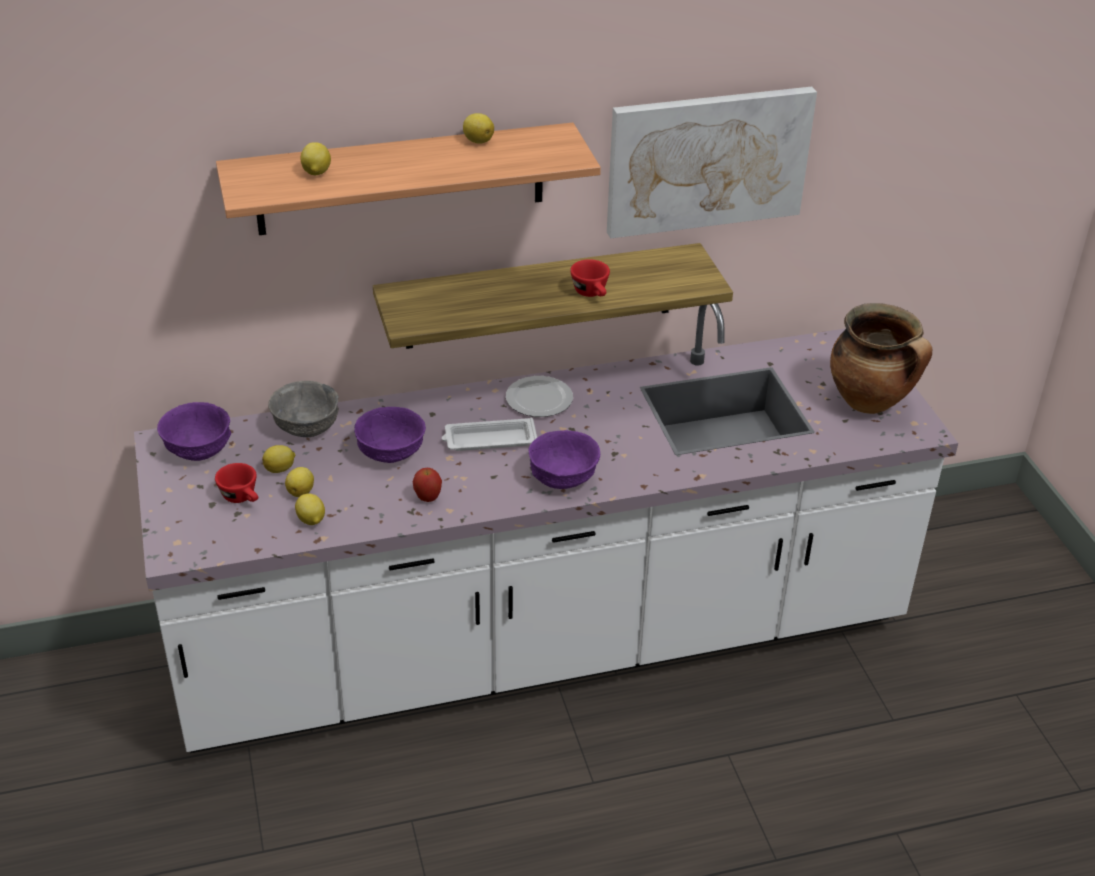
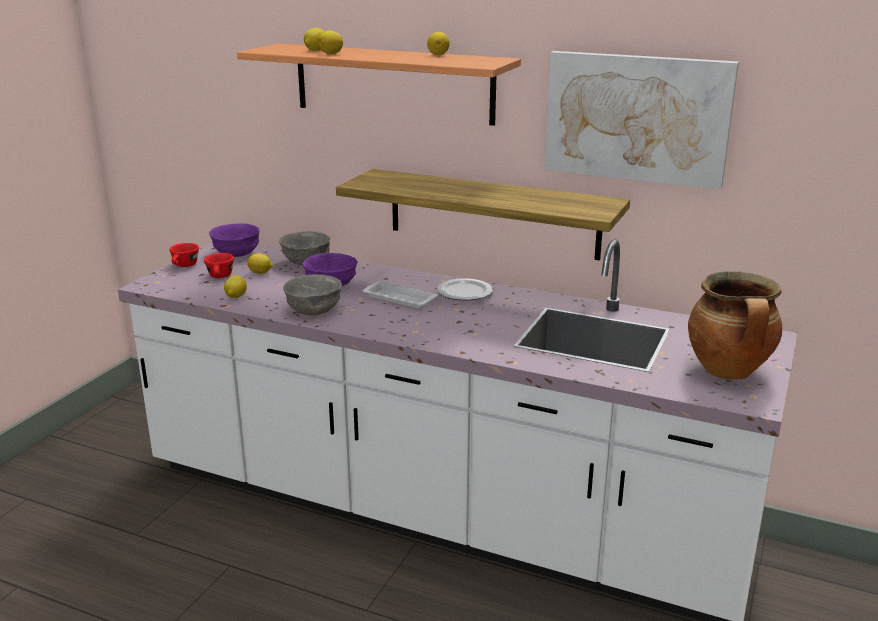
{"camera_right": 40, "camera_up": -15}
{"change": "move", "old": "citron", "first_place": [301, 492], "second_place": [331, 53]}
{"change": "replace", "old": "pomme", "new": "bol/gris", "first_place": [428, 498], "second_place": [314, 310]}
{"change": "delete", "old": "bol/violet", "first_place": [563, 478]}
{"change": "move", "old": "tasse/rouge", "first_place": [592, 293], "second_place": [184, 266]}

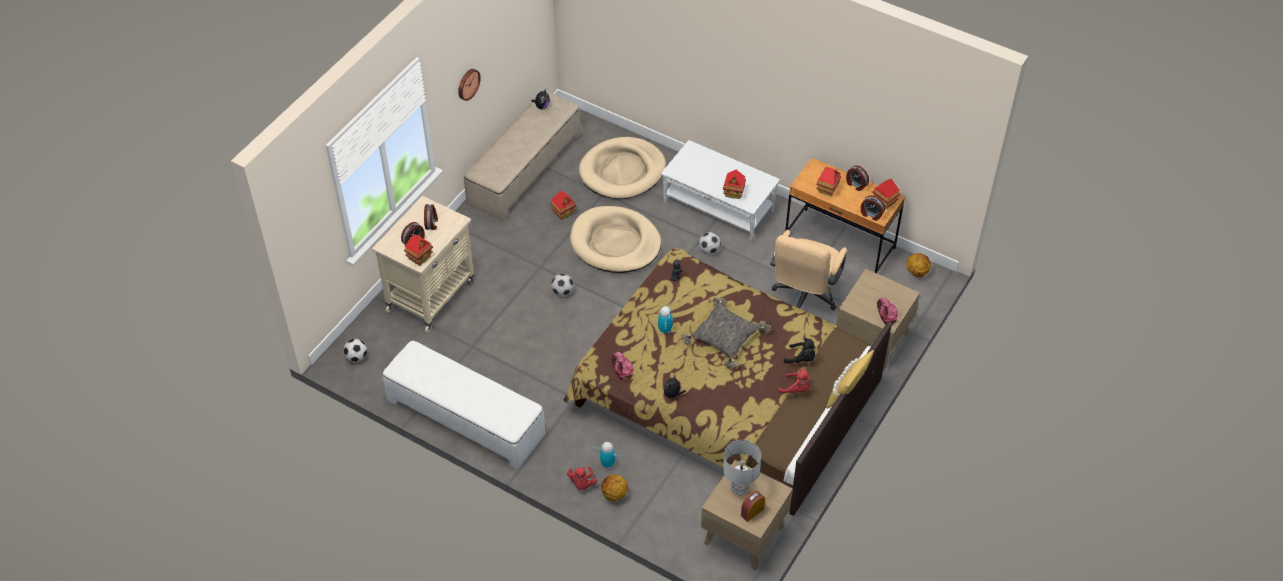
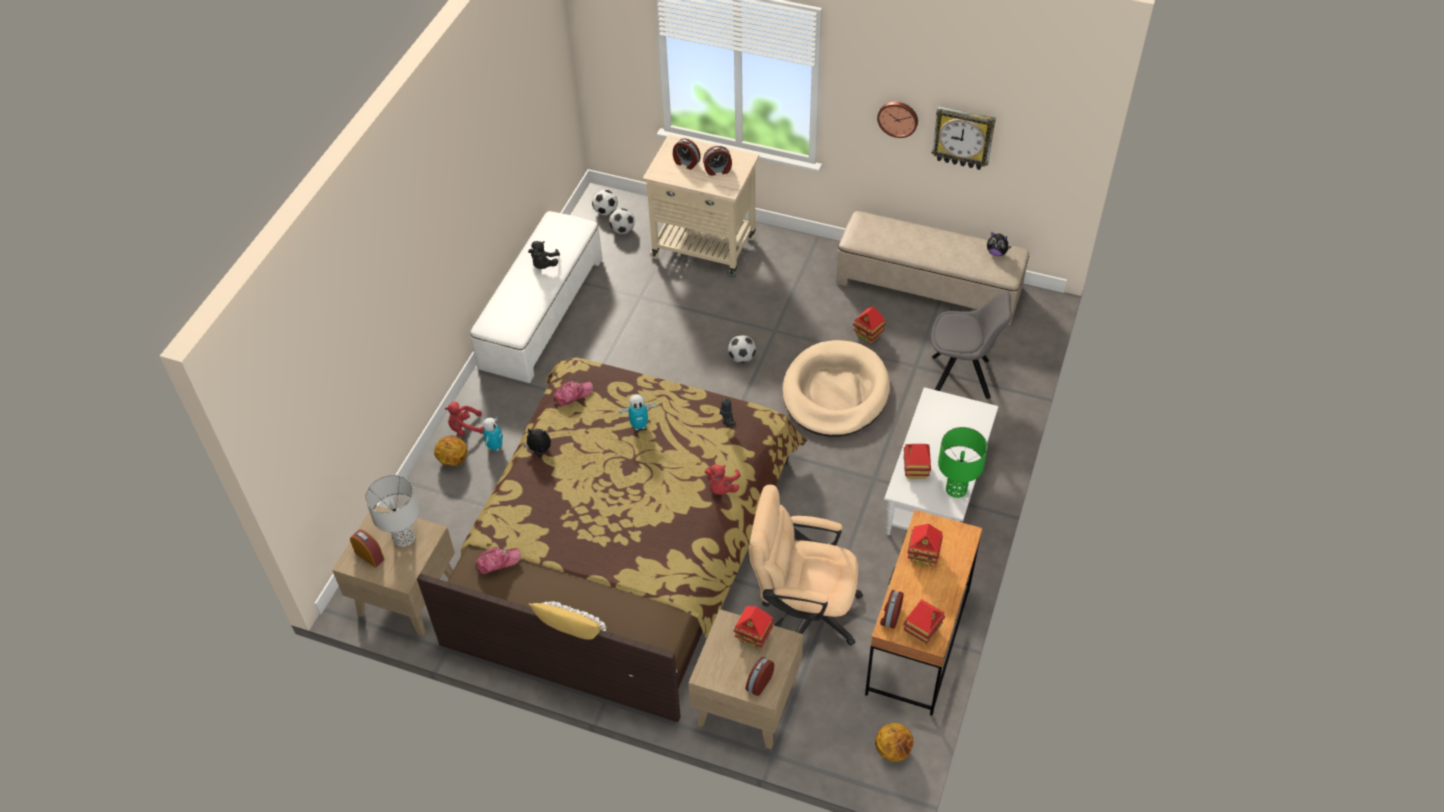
{"camera_right": 80, "camera_up": 0}
{"change": "move", "old": "maison miniature", "first_place": [420, 257], "second_place": [754, 636]}
{"change": "replace", "old": "panier pour chien/beige", "new": "chaise/gris", "first_place": [622, 171], "second_place": [961, 378]}
{"change": "delete", "old": "coussin", "first_place": [725, 336]}
{"change": "move", "old": "ballon de foot", "first_place": [709, 250], "second_place": [622, 230]}
{"change": "move", "old": "peluche/rouge", "first_place": [796, 389], "second_place": [721, 487]}
{"change": "move", "old": "peluche/noir", "first_place": [801, 358], "second_place": [544, 265]}
{"change": "move", "old": "réveil", "first_place": [856, 185], "second_place": [758, 682]}
{"change": "move", "old": "casquette", "first_place": [886, 313], "second_place": [497, 562]}
{"change": "insert", "new": "horloge murale", "second_place": [963, 137]}
{"change": "insert", "new": "lampe de table/vert", "second_place": [956, 488]}

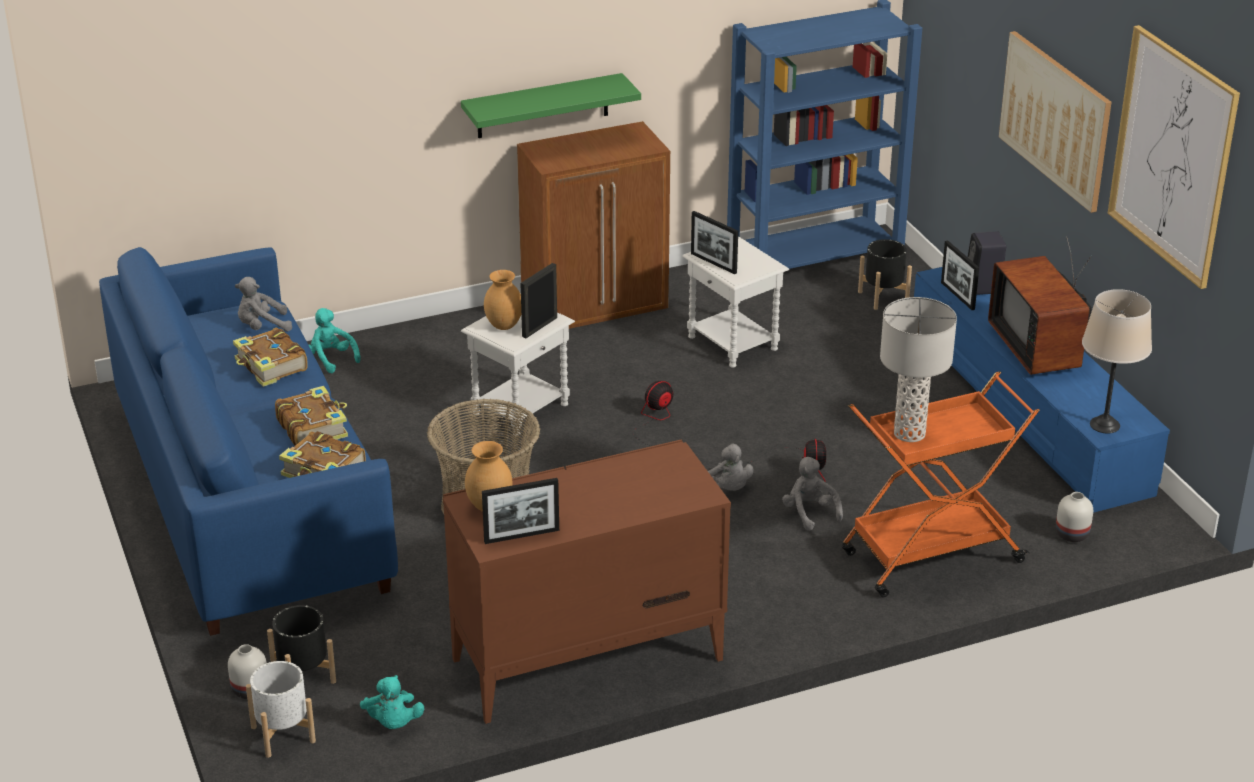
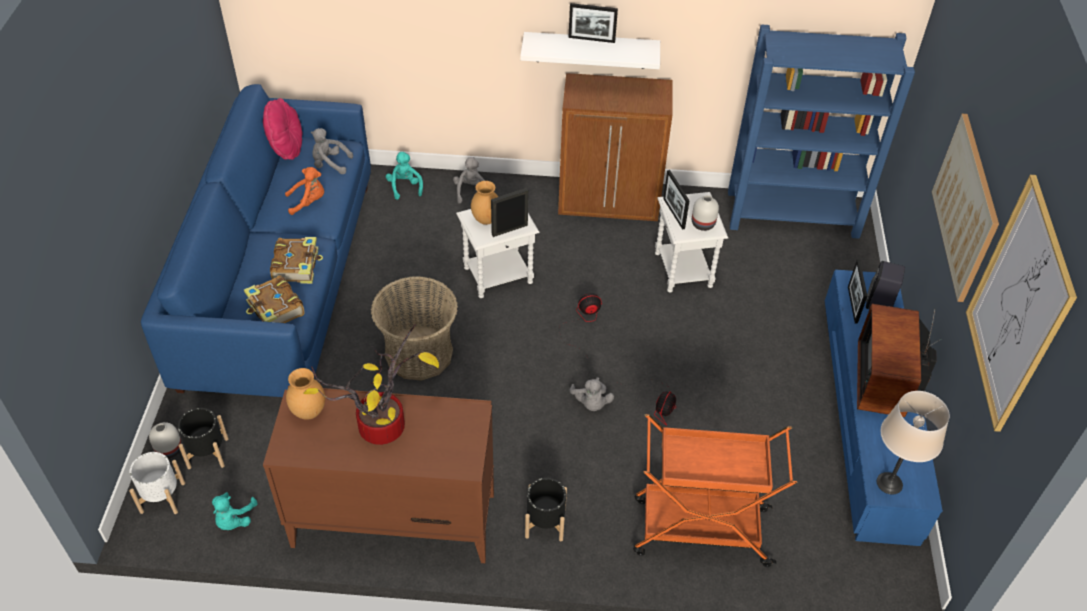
{"camera_right": 25, "camera_up": 15}
{"change": "replace", "old": "livre", "new": "peluche/orange", "first_place": [271, 366], "second_place": [308, 202]}
{"change": "recolor", "old": "étagère/vert", "new": "étagère/blanc", "first_place": [542, 106], "second_place": [591, 50]}
{"change": "move", "old": "cadre photo", "first_place": [521, 536], "second_place": [591, 39]}
{"change": "move", "old": "peluche/gris", "first_place": [809, 513], "second_place": [471, 192]}
{"change": "move", "old": "cache-pot/noir", "first_place": [883, 297], "second_place": [545, 523]}
{"change": "delete", "old": "lampe de table/blanc", "first_place": [909, 433]}
{"change": "move", "old": "vase/blanc", "first_place": [1072, 535], "second_place": [703, 224]}
{"change": "insert", "new": "coussin/rose", "second_place": [287, 149]}
{"change": "insert", "new": "plante en pot", "second_place": [383, 423]}

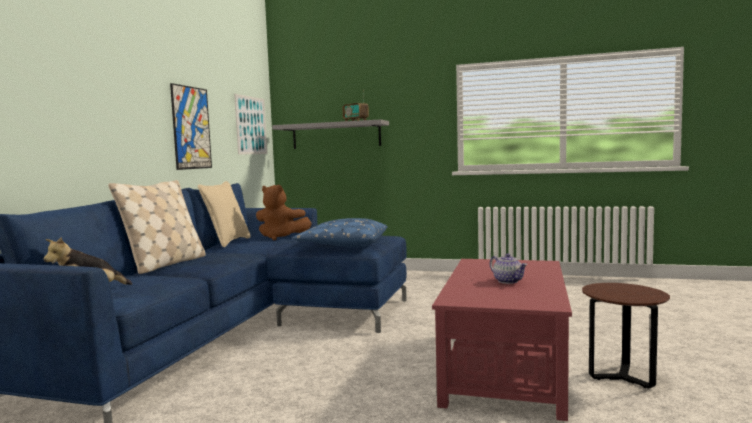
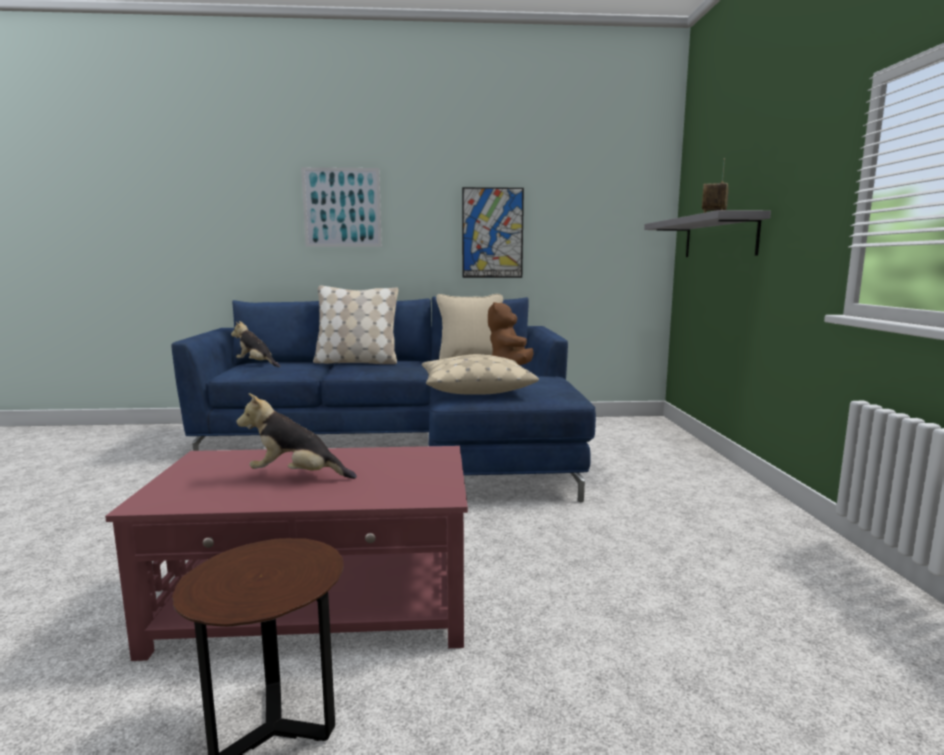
{"camera_right": 70, "camera_up": 5}
{"change": "move", "old": "tableau", "first_place": [251, 125], "second_place": [342, 207]}
{"change": "recolor", "old": "coussin/bleu", "new": "coussin/beige", "first_place": [342, 245], "second_place": [475, 388]}
{"change": "replace", "old": "théière", "new": "peluche", "first_place": [508, 281], "second_place": [297, 476]}

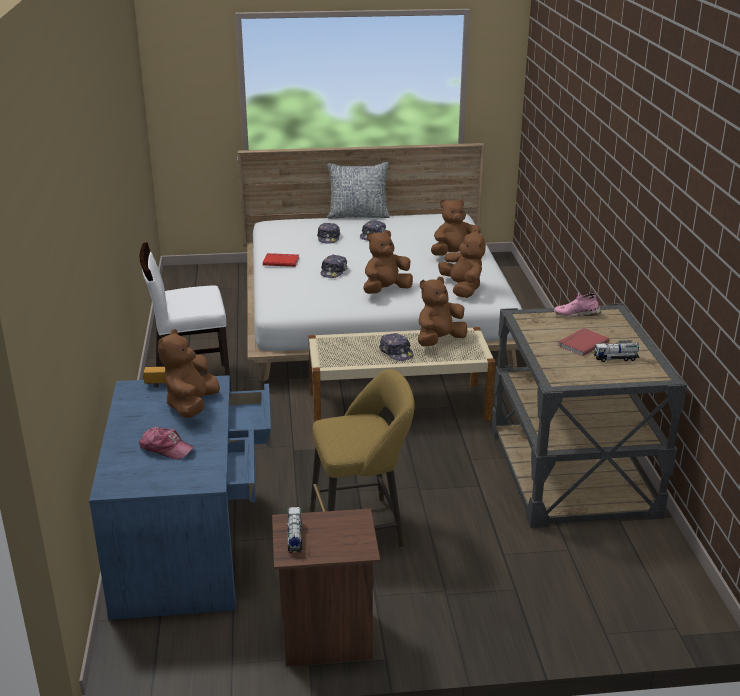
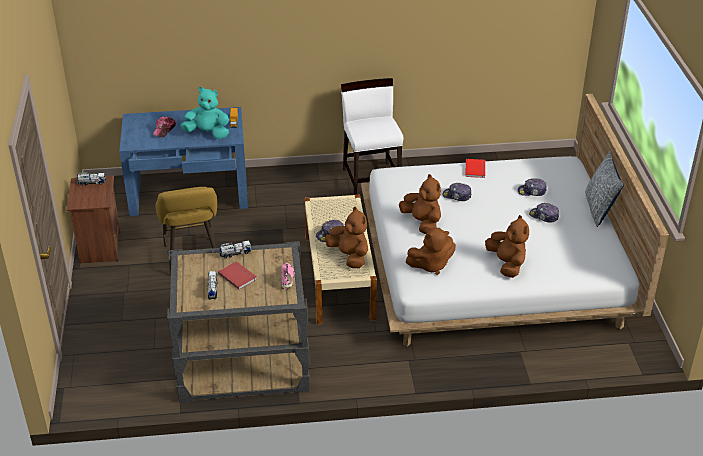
{"camera_right": 90, "camera_up": 10}
{"change": "recolor", "old": "peluche/marron", "new": "peluche/turquoise", "first_place": [191, 405], "second_place": [208, 133]}
{"change": "insert", "new": "camion jouet", "second_place": [235, 253]}

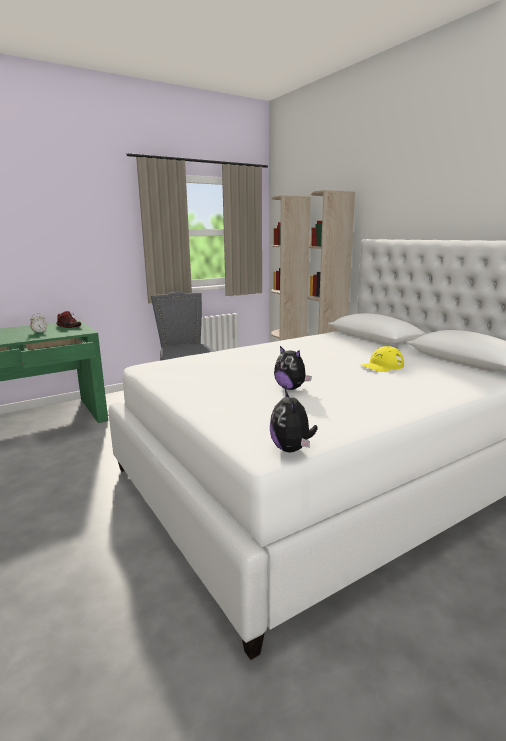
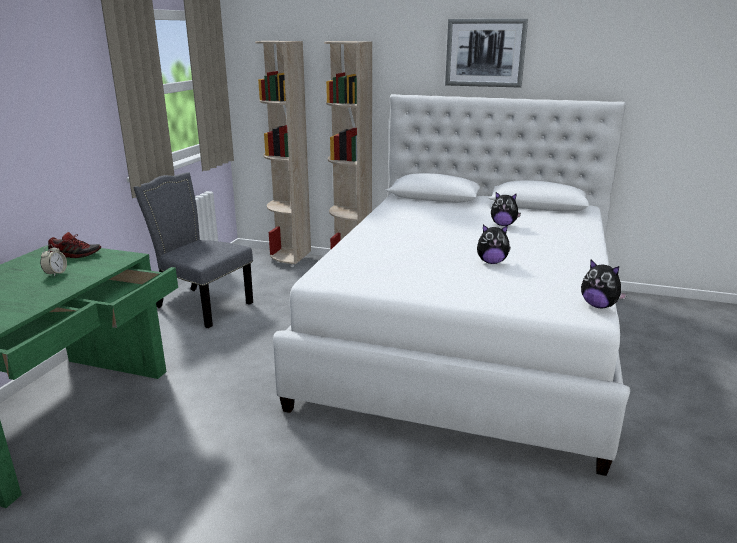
{"camera_right": -40, "camera_up": 5}
{"change": "replace", "old": "casquette/jaune", "new": "peluche", "first_place": [382, 366], "second_place": [503, 225]}
{"change": "insert", "new": "tableau", "second_place": [485, 53]}

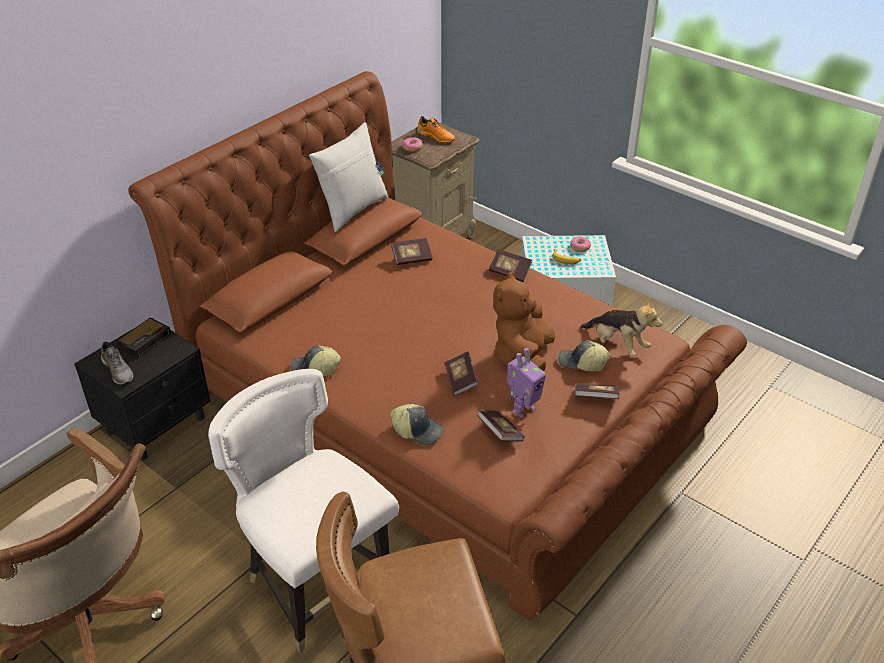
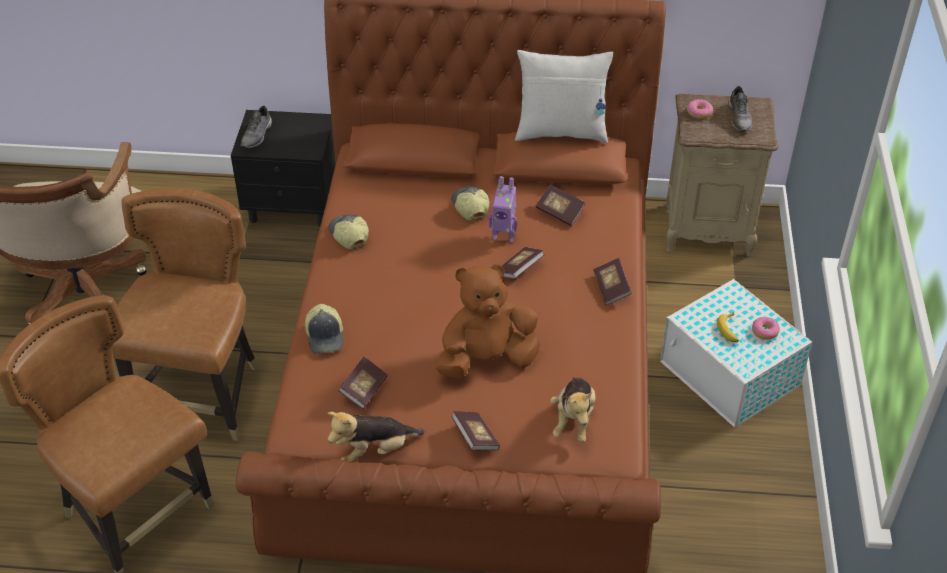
{"camera_right": 55, "camera_up": 5}
{"change": "delete", "old": "réveil", "first_place": [146, 340]}
{"change": "recolor", "old": "chaise/blanc", "new": "chaise/marron", "first_place": [317, 587], "second_place": [202, 397]}
{"change": "recolor", "old": "chaussure/orange", "new": "chaussure/gris", "first_place": [436, 137], "second_place": [740, 118]}
{"change": "move", "old": "livre", "first_place": [461, 380], "second_place": [519, 270]}
{"change": "move", "old": "robot jouet", "first_place": [523, 409], "second_place": [503, 236]}
{"change": "move", "old": "casquette", "first_place": [582, 363], "second_place": [469, 207]}
{"change": "insert", "new": "peluche", "second_place": [374, 451]}

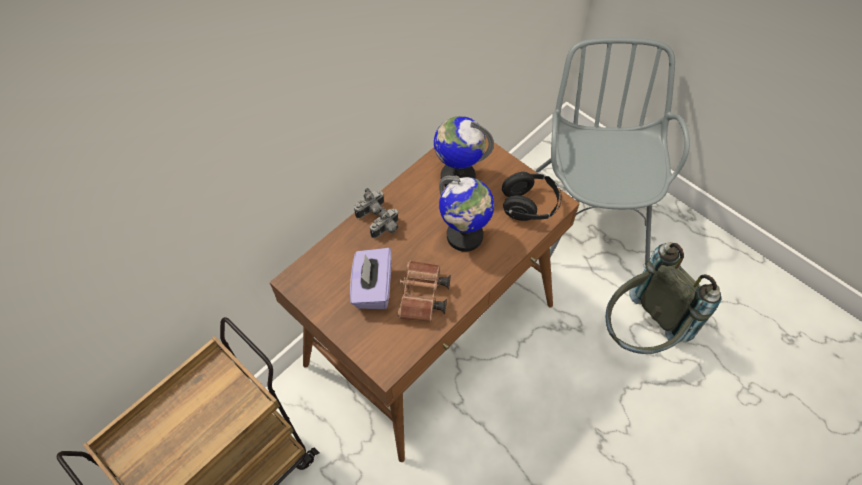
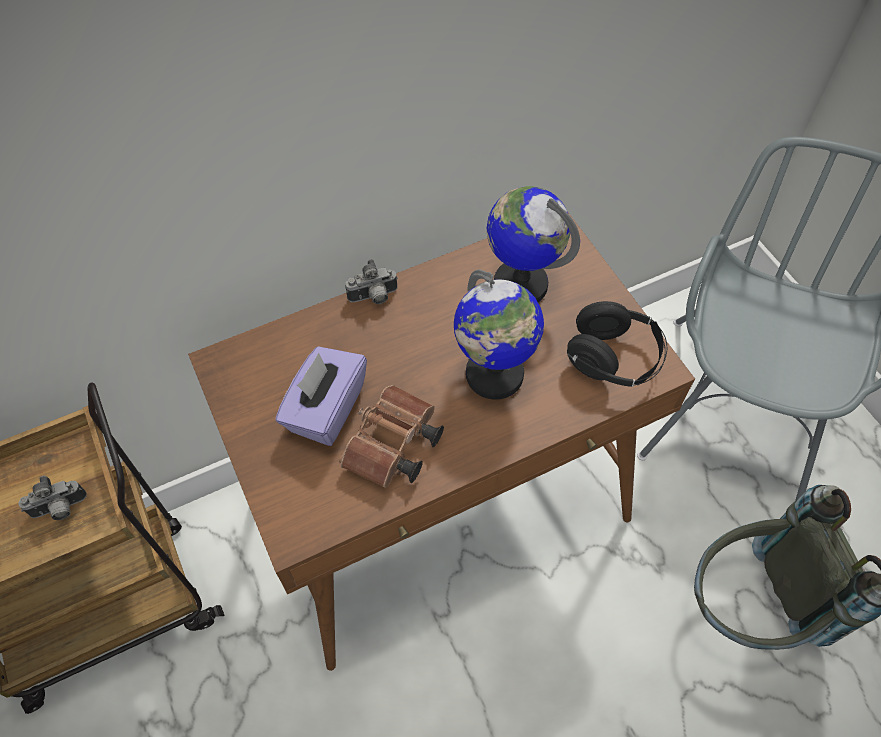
{"camera_right": 20, "camera_up": 0}
{"change": "move", "old": "appareil photo", "first_place": [387, 230], "second_place": [60, 509]}

